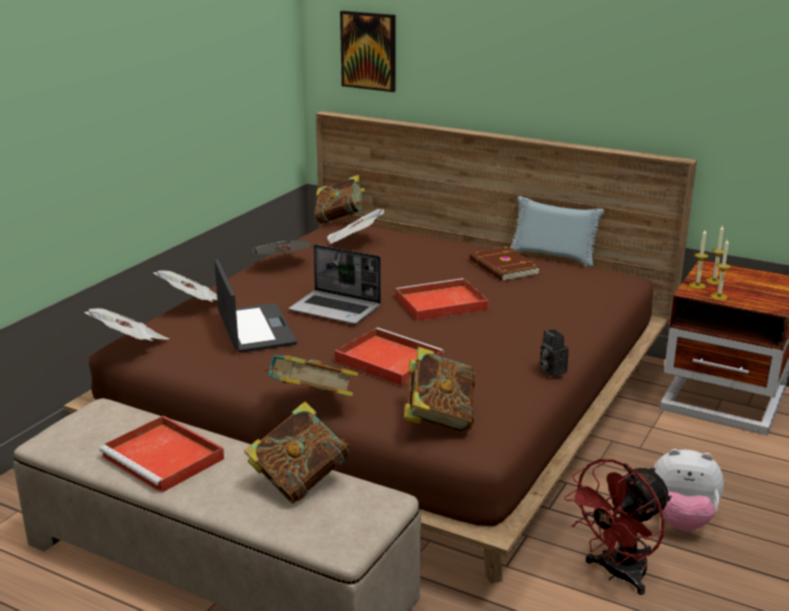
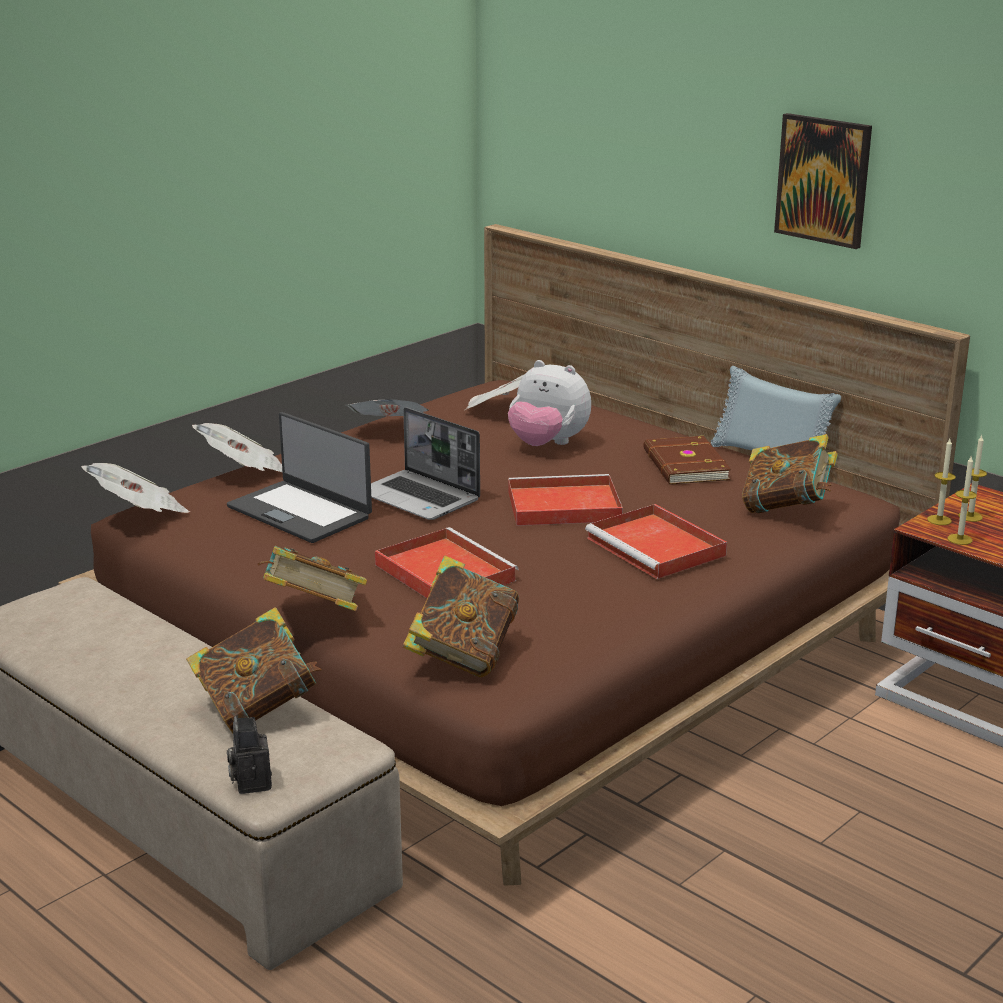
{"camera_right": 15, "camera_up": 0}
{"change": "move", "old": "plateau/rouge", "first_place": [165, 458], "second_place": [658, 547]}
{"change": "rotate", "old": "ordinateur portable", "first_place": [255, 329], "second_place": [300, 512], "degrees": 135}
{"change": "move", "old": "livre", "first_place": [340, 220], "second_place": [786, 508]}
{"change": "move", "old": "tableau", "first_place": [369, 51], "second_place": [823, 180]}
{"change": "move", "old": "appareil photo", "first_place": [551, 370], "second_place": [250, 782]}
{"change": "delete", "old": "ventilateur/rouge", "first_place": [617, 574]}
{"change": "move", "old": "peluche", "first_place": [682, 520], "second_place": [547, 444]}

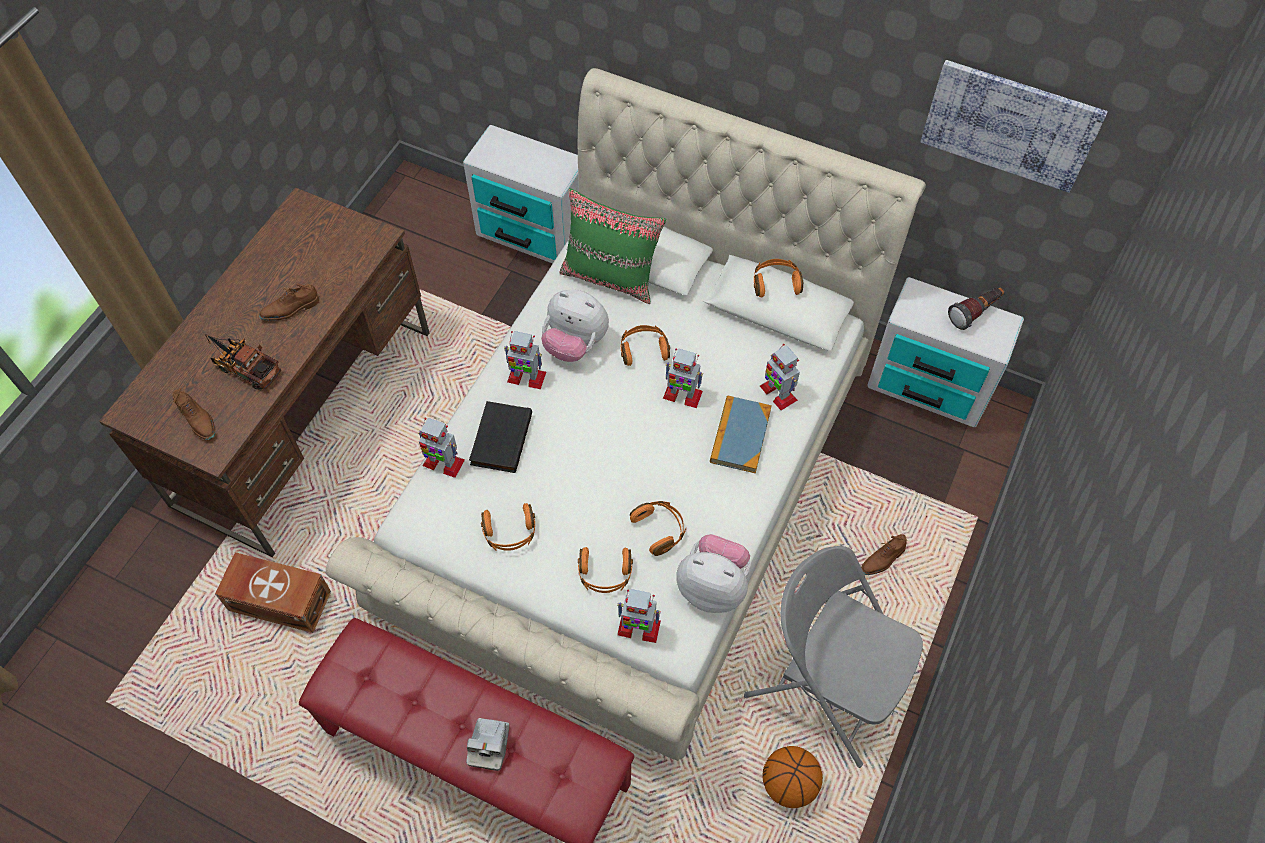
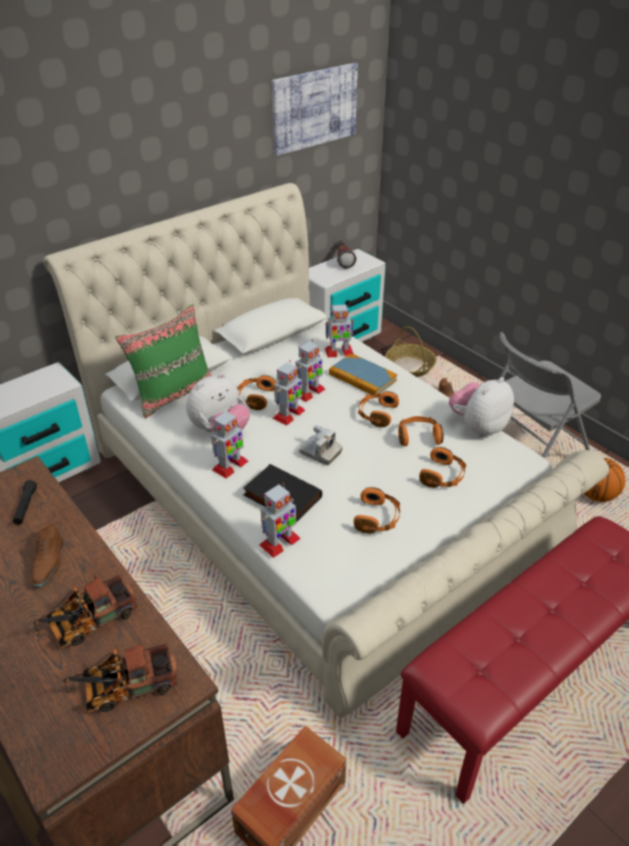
{"camera_right": -65, "camera_up": -20}
{"change": "replace", "old": "chaussure/marron", "new": "camion jouet", "first_place": [198, 420], "second_place": [125, 688]}
{"change": "move", "old": "appareil photo", "first_place": [489, 745], "second_place": [320, 452]}
{"change": "move", "old": "robot jouet", "first_place": [638, 628], "second_place": [288, 414]}
{"change": "move", "old": "casque audio/orange", "first_place": [776, 283], "second_place": [376, 414]}
{"change": "insert", "new": "lampe de poche/noir", "second_place": [25, 507]}
{"change": "insert", "new": "panier", "second_place": [410, 366]}

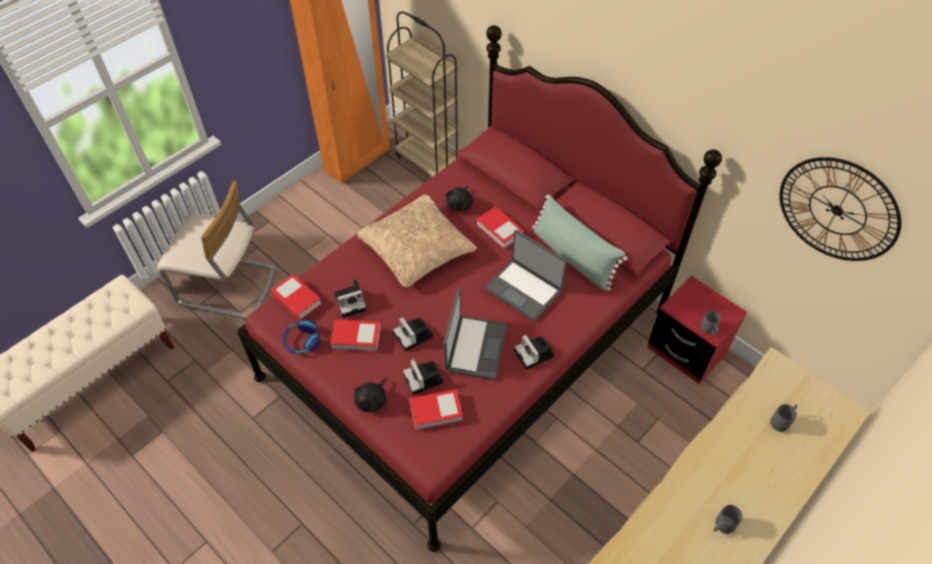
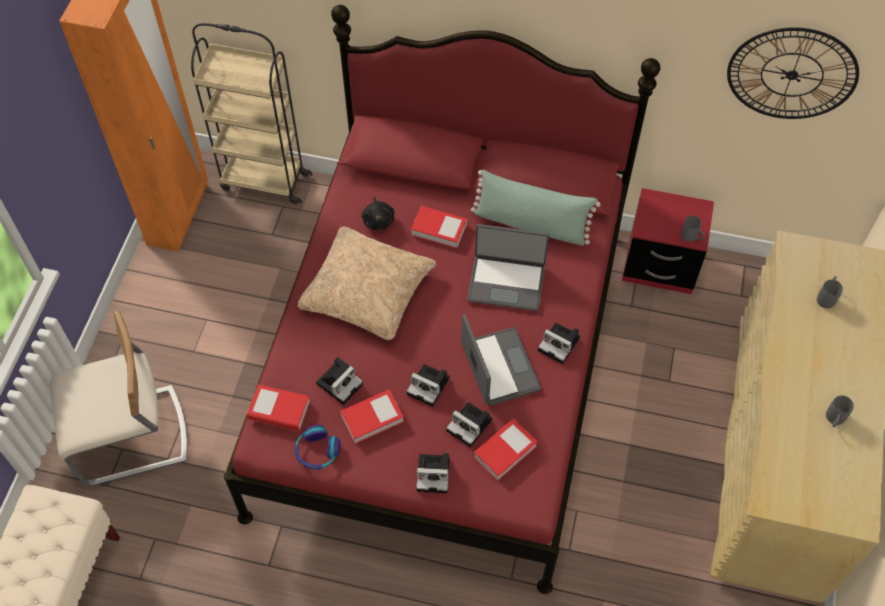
{"camera_right": -30, "camera_up": 5}
{"change": "replace", "old": "peluche/noir", "new": "appareil photo", "first_place": [372, 400], "second_place": [435, 474]}

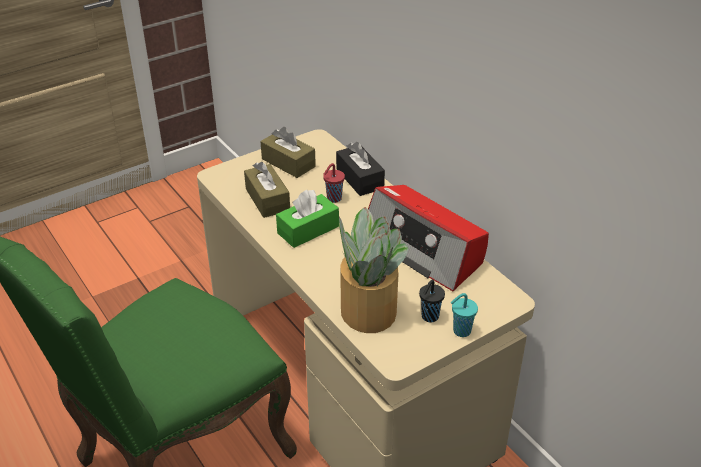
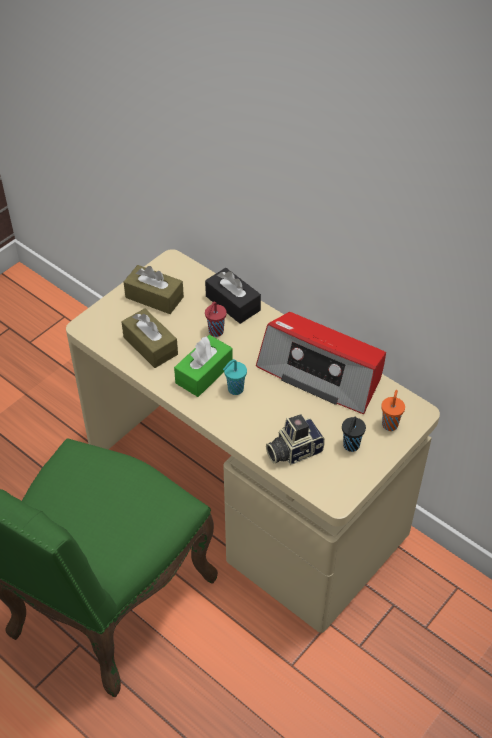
{"camera_right": -15, "camera_up": 10}
{"change": "replace", "old": "plante en pot", "new": "appareil photo", "first_place": [368, 310], "second_place": [293, 450]}
{"change": "move", "old": "tasse/turquoise", "first_place": [460, 331], "second_place": [234, 390]}
{"change": "insert", "new": "tasse/orange", "second_place": [390, 424]}

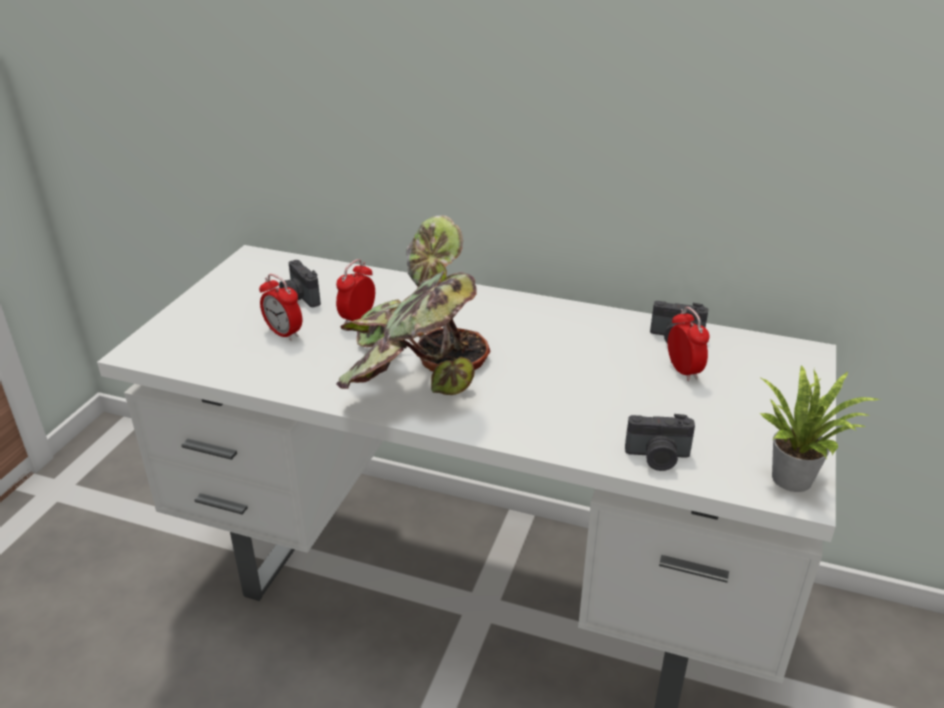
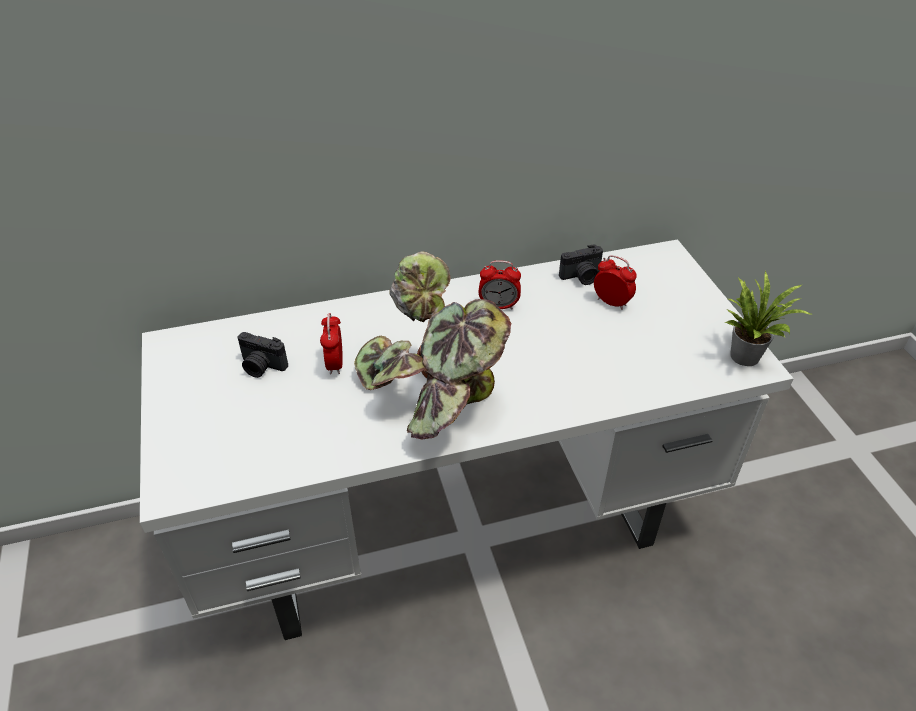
{"camera_right": -35, "camera_up": 10}
{"change": "move", "old": "réveil", "first_place": [284, 333], "second_place": [498, 306]}
{"change": "delete", "old": "appareil photo", "first_place": [657, 458]}

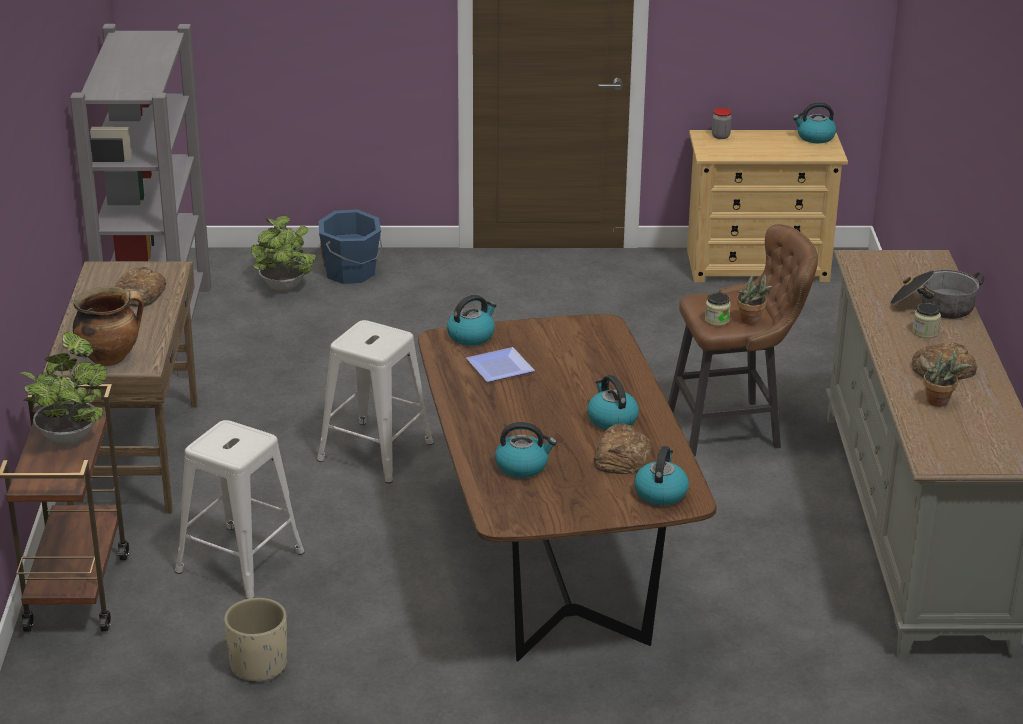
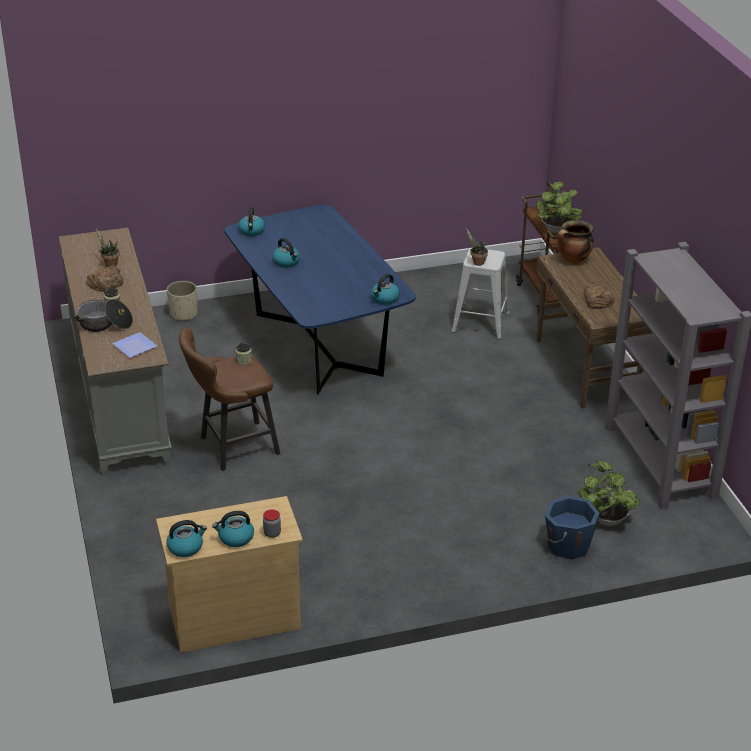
{"camera_right": 165, "camera_up": 5}
{"change": "move", "old": "cache-pot/beige", "first_place": [258, 666], "second_place": [184, 314]}
{"change": "delete", "old": "tabouret/blanc", "first_place": [375, 452]}
{"change": "recolor", "old": "table à manger/marron", "new": "table à manger/bleu", "first_place": [552, 566], "second_place": [318, 344]}
{"change": "move", "old": "assiette", "first_place": [497, 367], "second_place": [136, 347]}
{"change": "move", "old": "bouilloire", "first_place": [522, 466], "second_place": [235, 538]}
{"change": "delete", "old": "pain", "first_place": [621, 457]}
{"change": "move", "old": "plante en pot", "first_place": [752, 321], "second_place": [476, 262]}

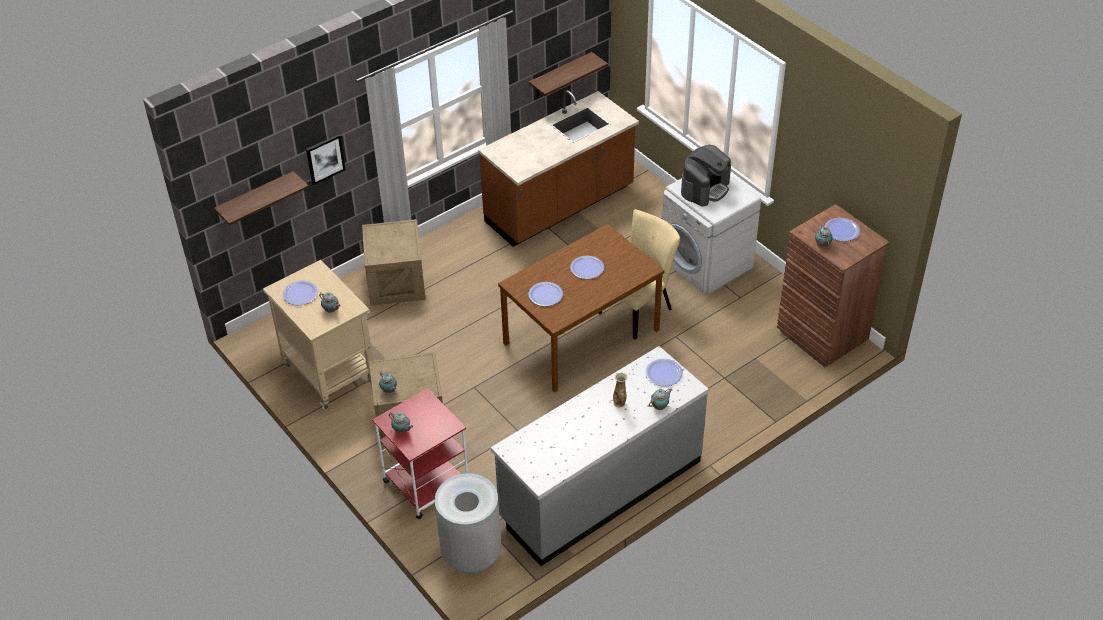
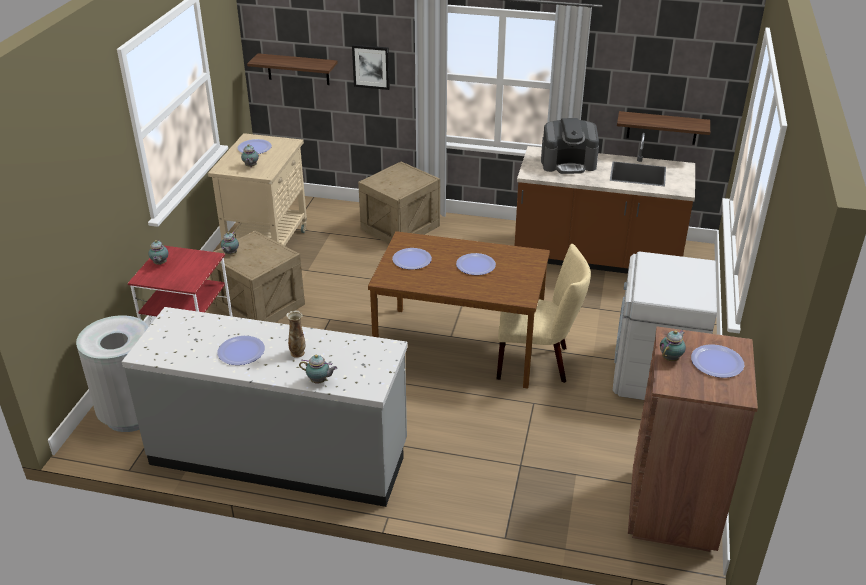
{"camera_right": 50, "camera_up": -10}
{"change": "move", "old": "assiette", "first_place": [664, 373], "second_place": [241, 351]}
{"change": "move", "old": "machine à café", "first_place": [705, 188], "second_place": [568, 163]}

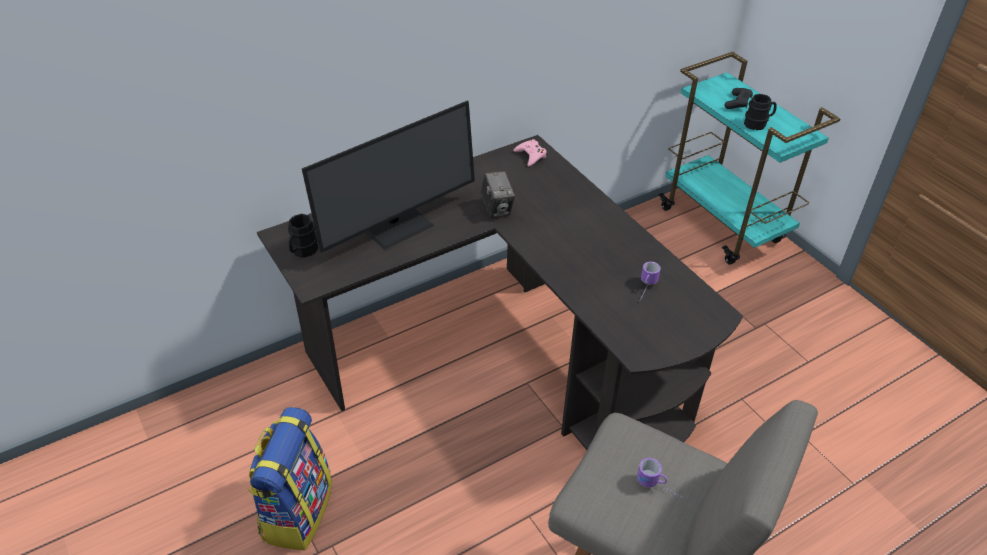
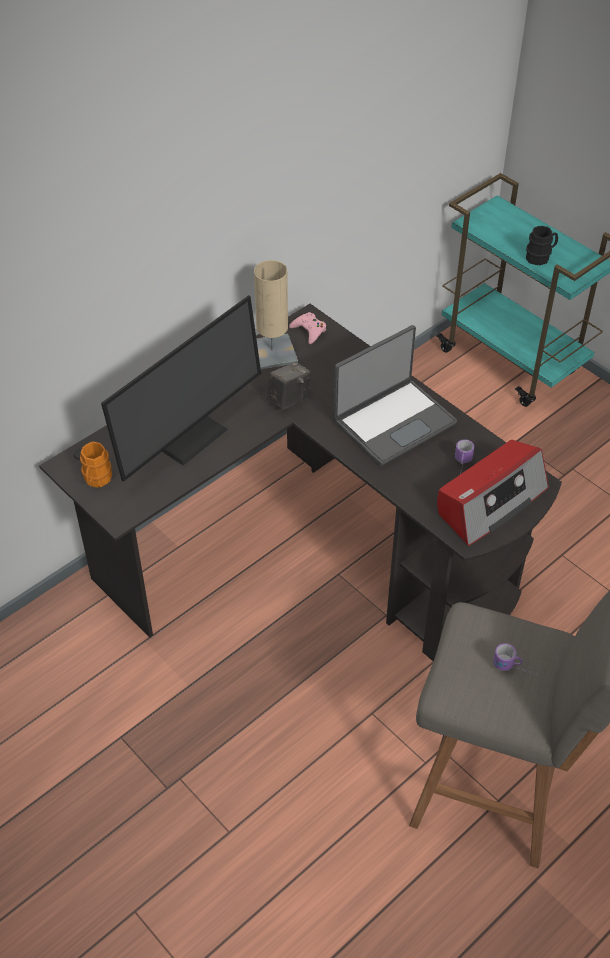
{"camera_right": -10, "camera_up": 5}
{"change": "delete", "old": "sac à dos", "first_place": [296, 511]}
{"change": "recolor", "old": "mug/noir", "new": "mug/orange", "first_place": [302, 251], "second_place": [96, 480]}
{"change": "rotate", "old": "appareil photo", "first_place": [497, 208], "second_place": [289, 399], "degrees": -105}
{"change": "delete", "old": "manette/noir", "first_place": [738, 103]}
{"change": "insert", "new": "lampe de table/beige", "second_place": [273, 352]}
{"change": "insert", "new": "ordinateur portable", "second_place": [393, 422]}
{"change": "insert", "new": "radio", "second_place": [490, 501]}

